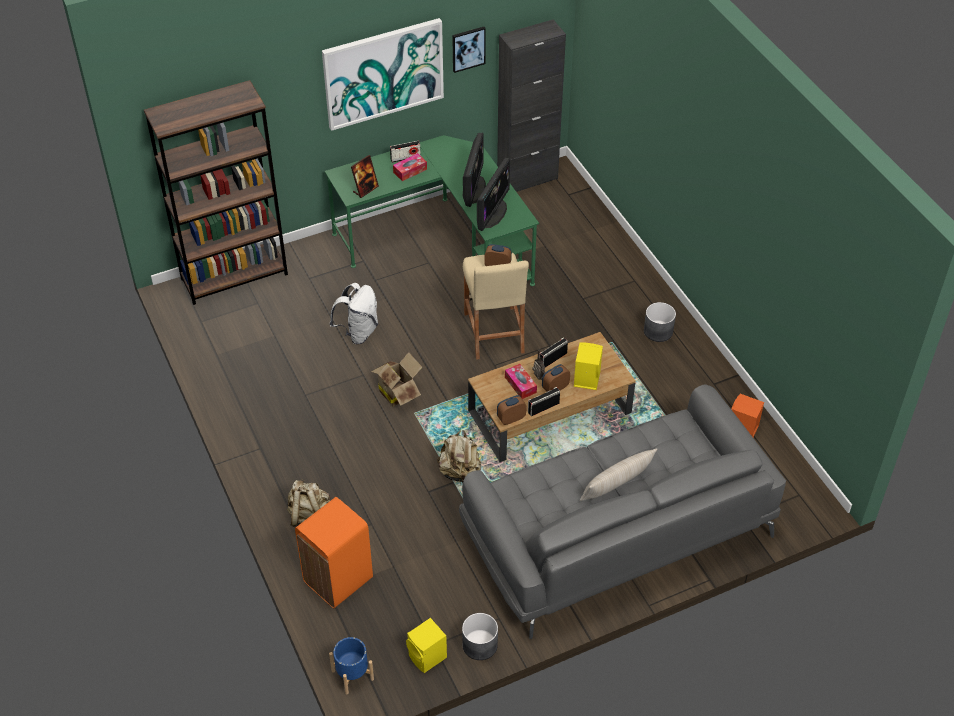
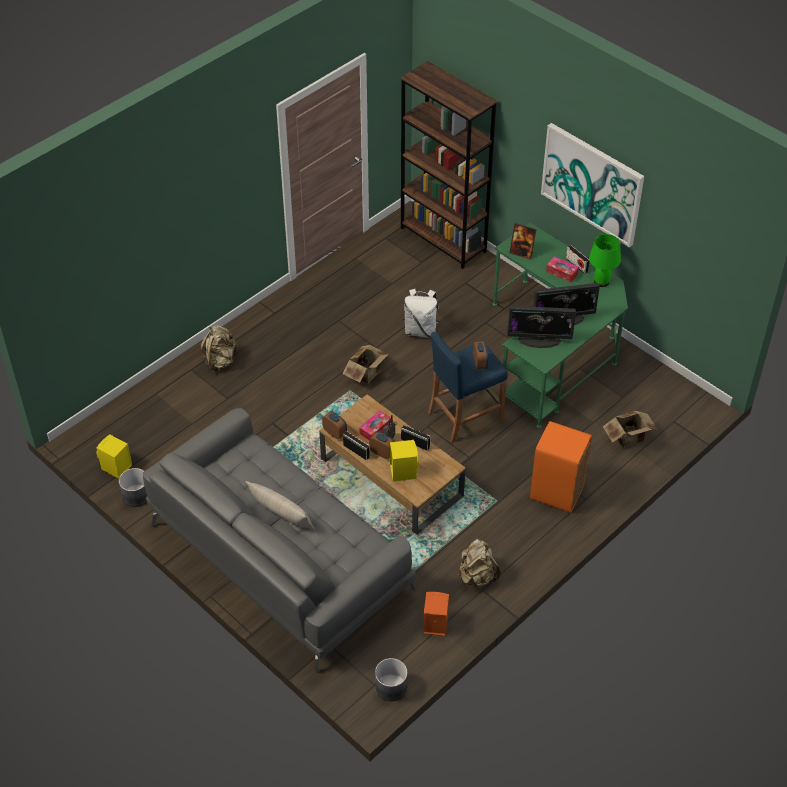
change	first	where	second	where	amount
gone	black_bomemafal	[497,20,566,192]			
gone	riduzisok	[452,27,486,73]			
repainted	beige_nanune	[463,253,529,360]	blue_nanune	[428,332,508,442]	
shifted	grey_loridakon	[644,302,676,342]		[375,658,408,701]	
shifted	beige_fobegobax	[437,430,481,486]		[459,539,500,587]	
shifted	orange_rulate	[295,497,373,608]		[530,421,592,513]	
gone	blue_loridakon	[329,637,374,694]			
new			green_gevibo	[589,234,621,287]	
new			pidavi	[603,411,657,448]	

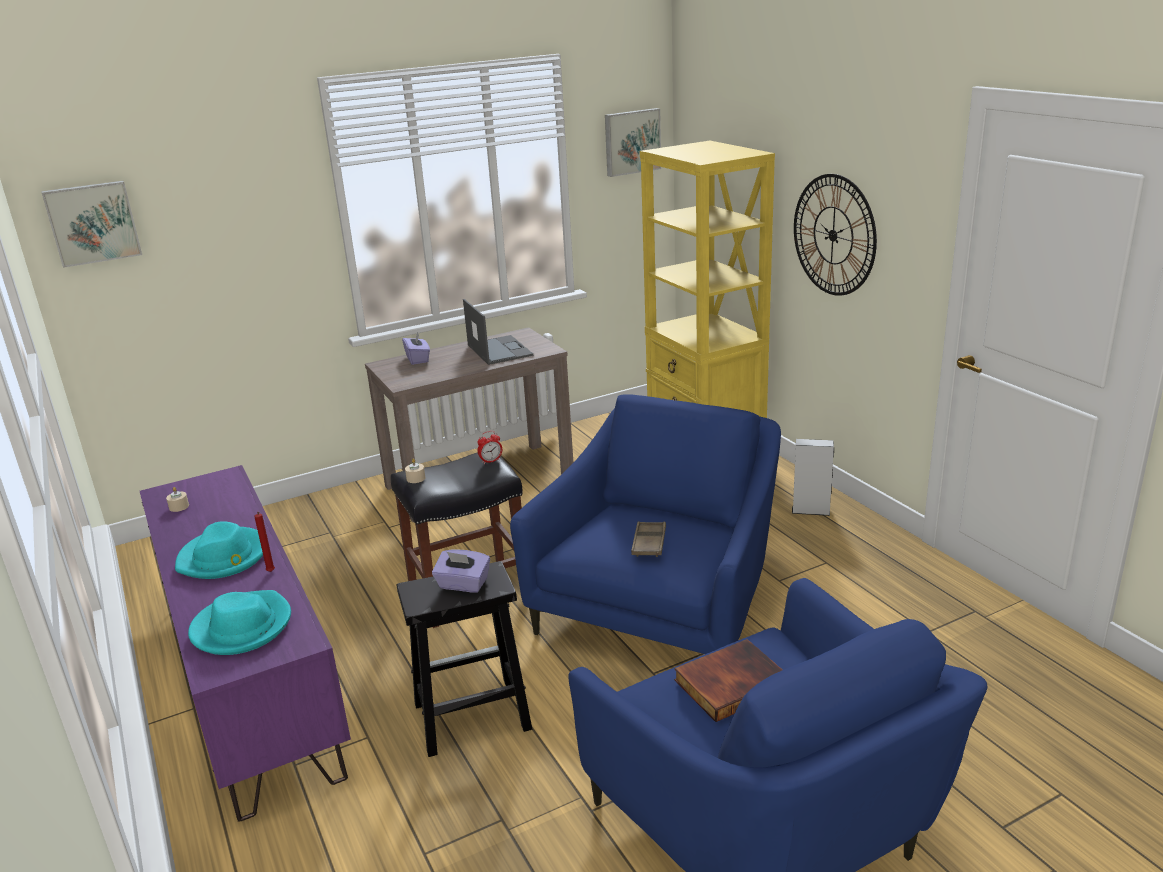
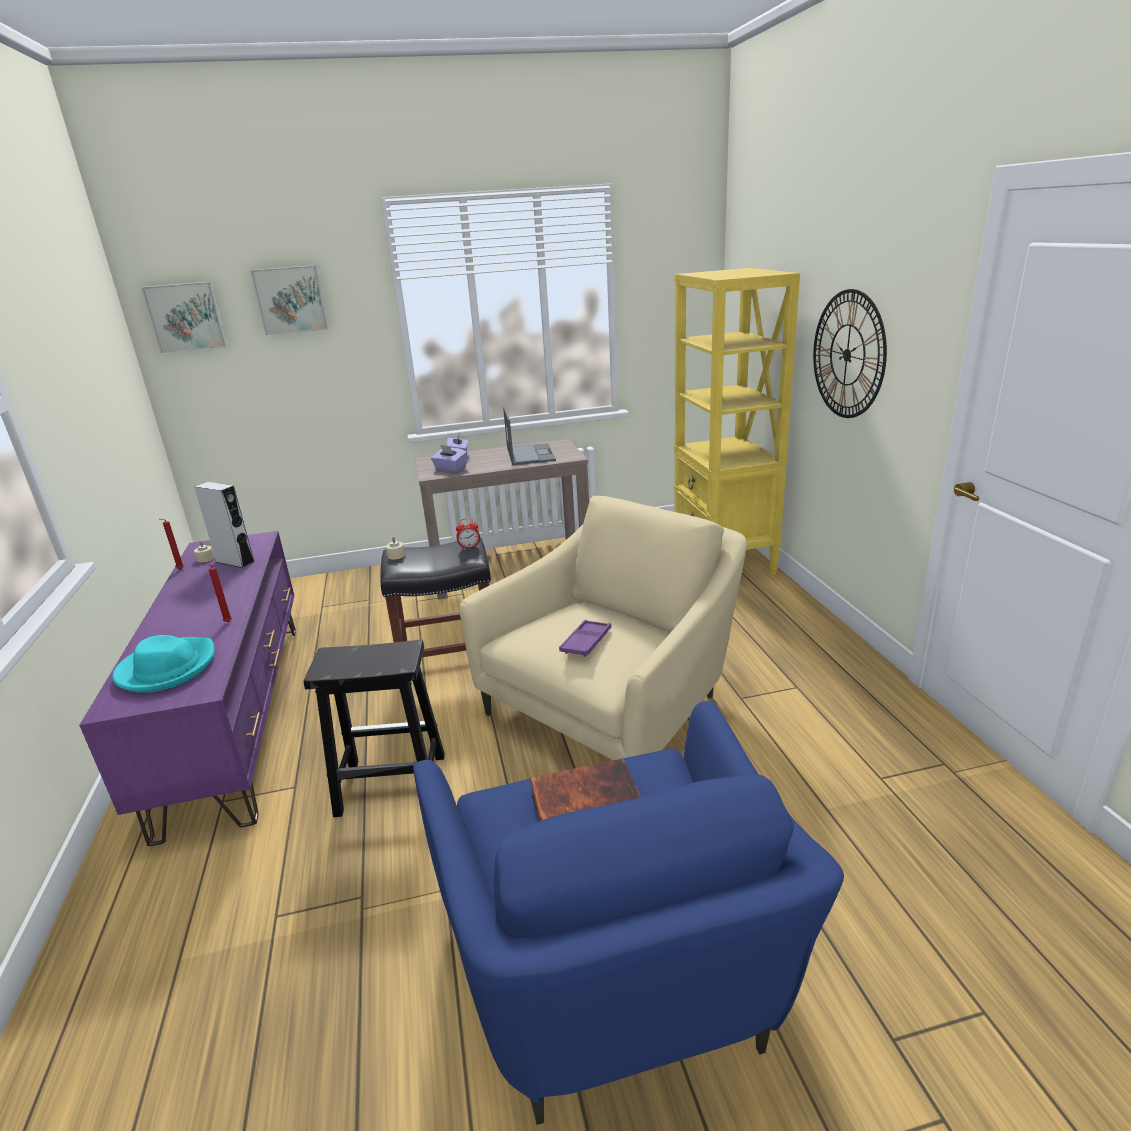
change	first	where	second	where	amount
shifted	riduzisok	[605,108,661,177]		[250,265,328,335]	
repainted	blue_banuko	[510,394,781,654]	beige_banuko	[459,496,747,760]	
shifted	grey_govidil	[792,439,834,516]		[194,482,254,568]	
gone	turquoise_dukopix	[175,521,263,579]			
repainted	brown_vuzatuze	[631,521,666,557]	purple_vuzatuze	[559,620,611,657]	
shifted	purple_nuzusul	[432,550,490,593]		[431,445,467,472]	
new			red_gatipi	[160,519,184,569]	

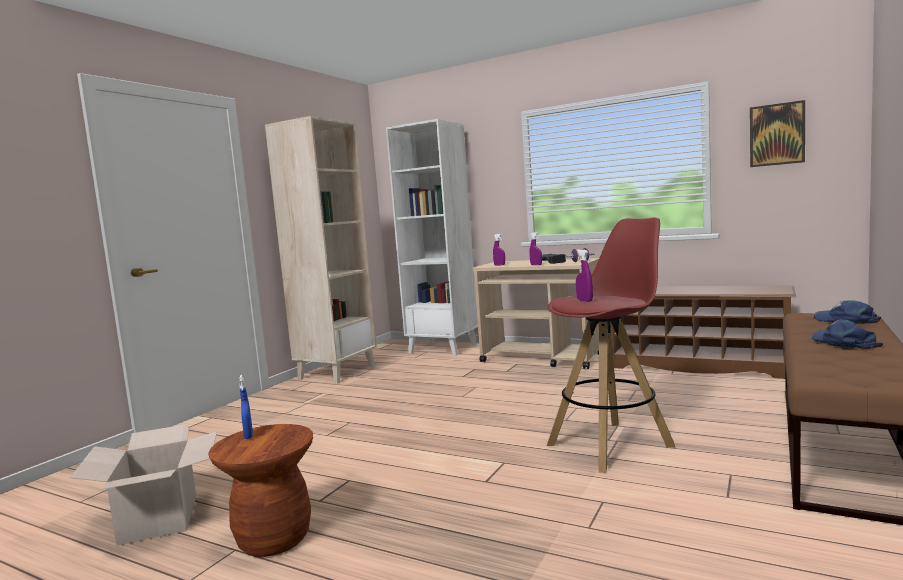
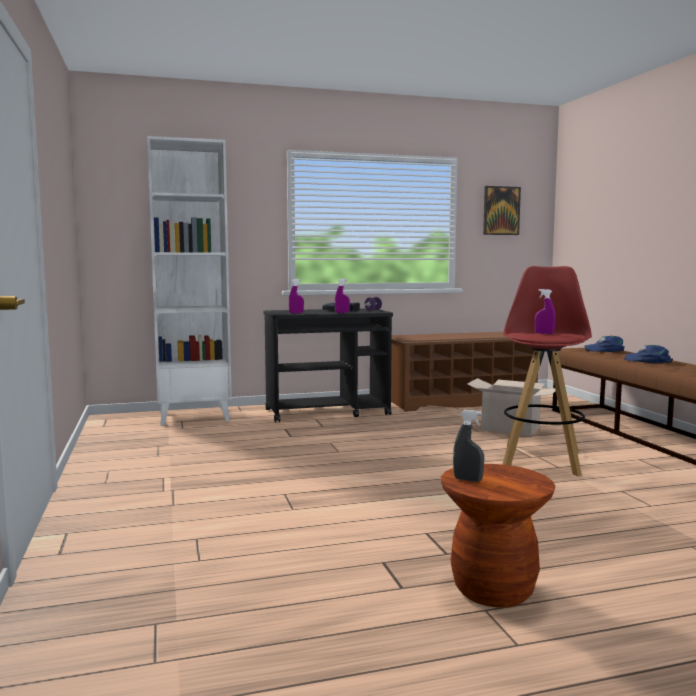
change	first	where	second	where	amount
gone	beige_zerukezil	[265,116,377,384]			
repainted	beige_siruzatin	[473,258,599,369]	black_siruzatin	[263,308,393,422]	
repainted	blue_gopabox	[239,375,253,439]	grey_gopabox	[453,410,484,482]	
shifted	pidavi	[70,424,217,546]		[467,378,556,436]	

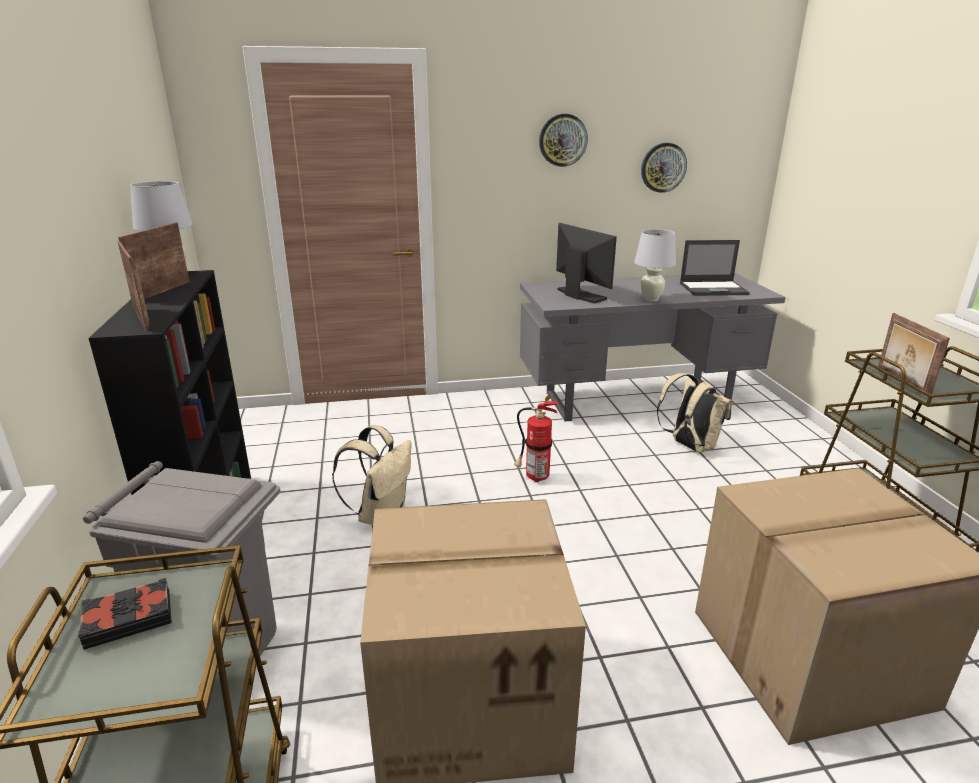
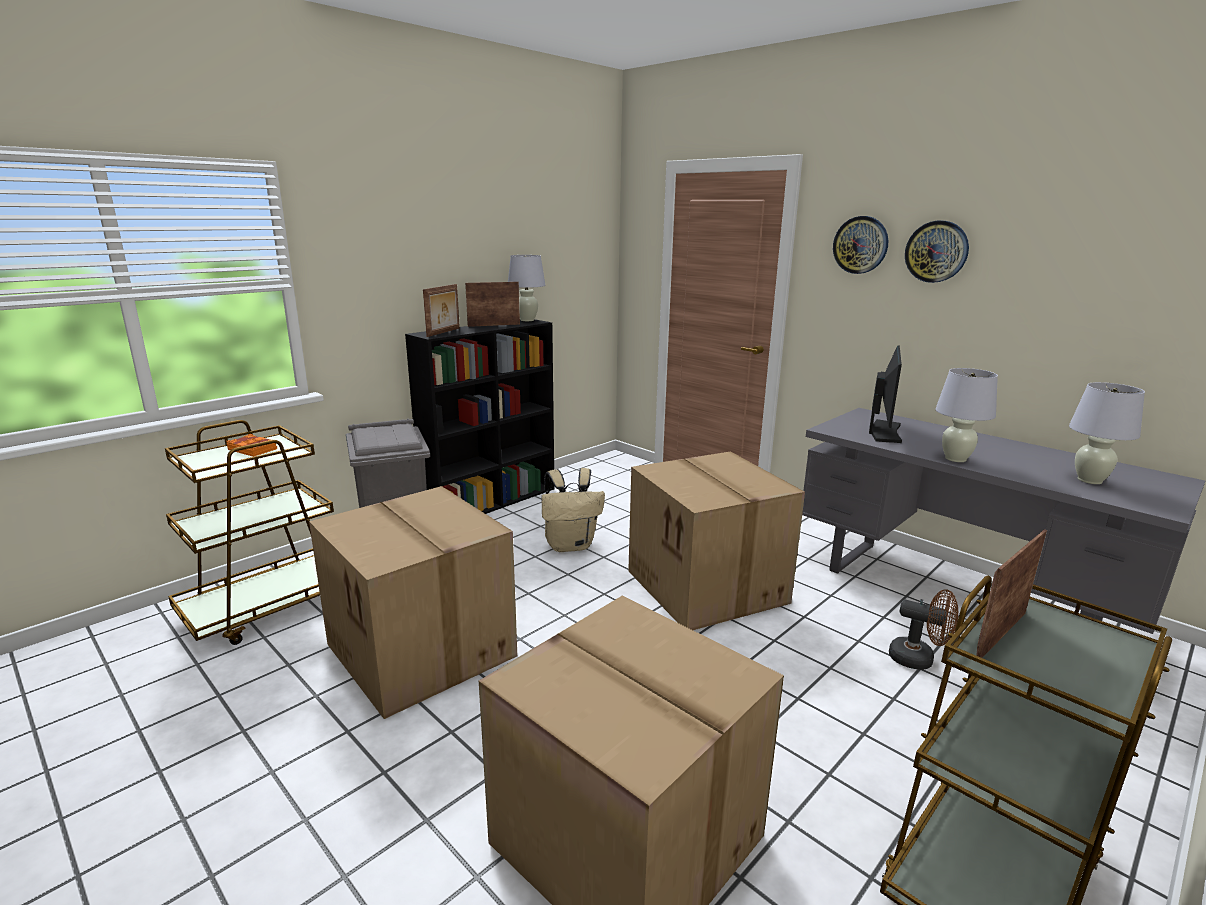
change	first	where	second	where	amount
shifted	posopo	[641,143,687,193]		[833,216,888,274]	
swapped	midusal	[680,240,750,296]	white_gevibo	[1069,382,1145,484]	
swapped	beige_fobegobax	[657,373,732,453]	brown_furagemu	[889,589,958,670]	
swapped	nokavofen	[514,395,559,482]	pidavi	[628,451,805,630]	
repainted	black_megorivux	[78,578,172,650]	orange_megorivux	[226,434,277,457]	

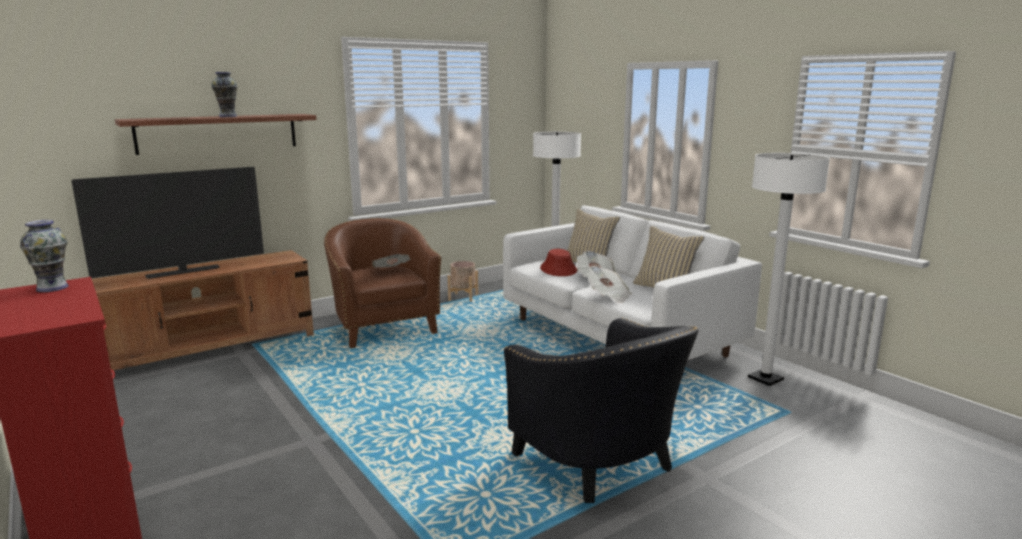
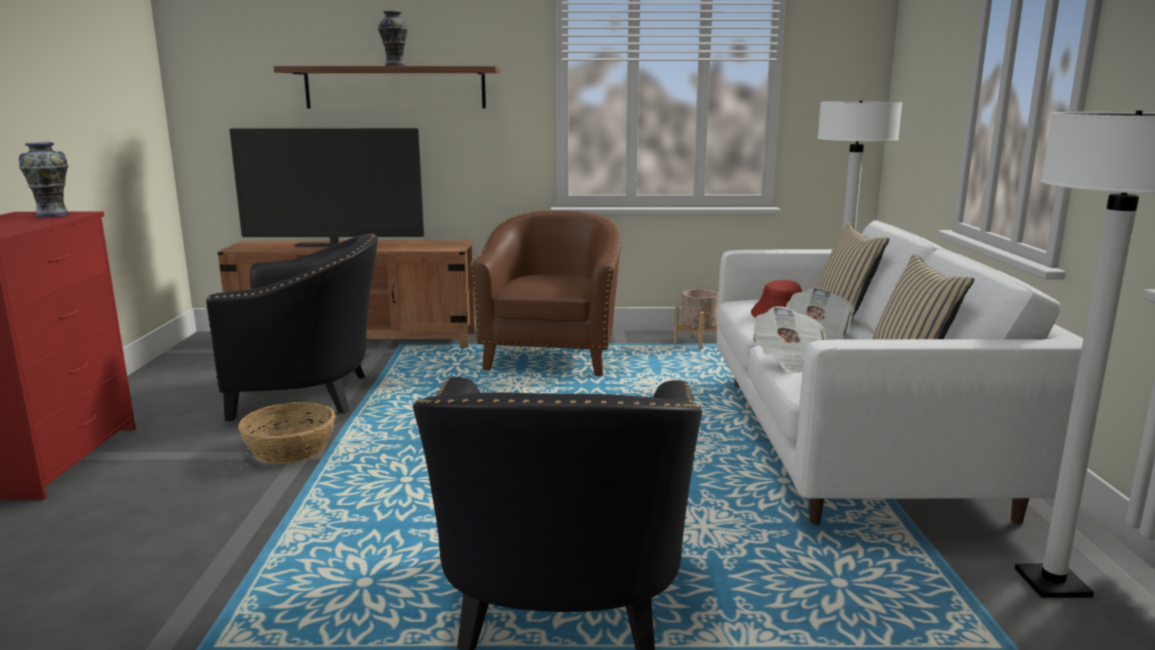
change	first	where	second	where	amount
gone	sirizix	[372,254,411,268]			
new			black_banuko	[206,234,378,421]	
new			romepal	[238,402,335,464]	

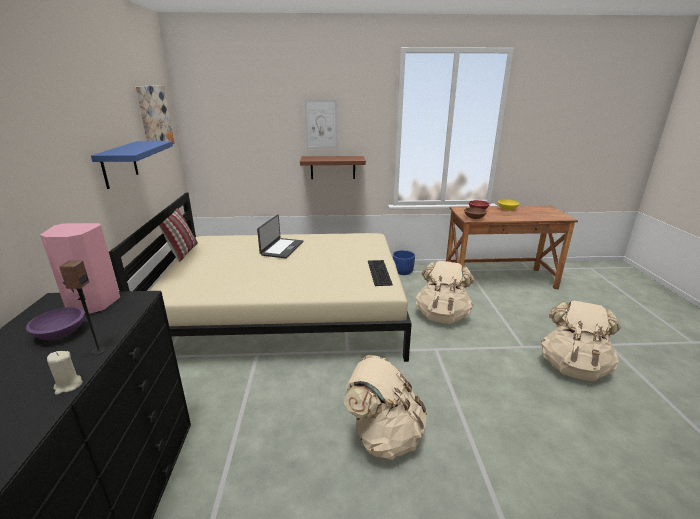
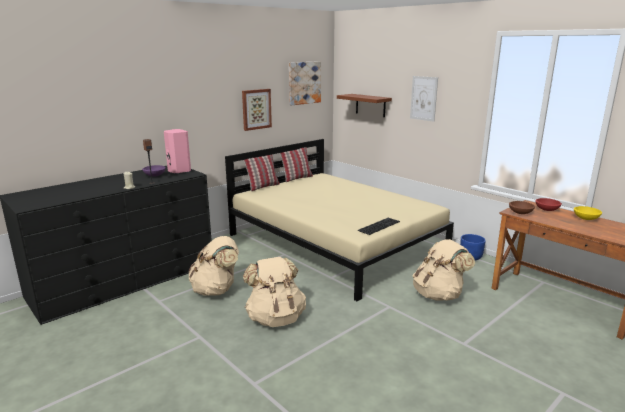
change	first	where	second	where	amount
swapped	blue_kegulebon	[91,141,173,189]	riduzisok	[242,89,272,131]	
shifted	brown_kegulebon	[300,156,366,179]		[337,94,392,117]	
gone	midusal	[257,214,303,258]			
shifted	beige_fobegobax	[541,301,621,381]		[188,236,239,296]	
new			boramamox	[244,155,280,191]	

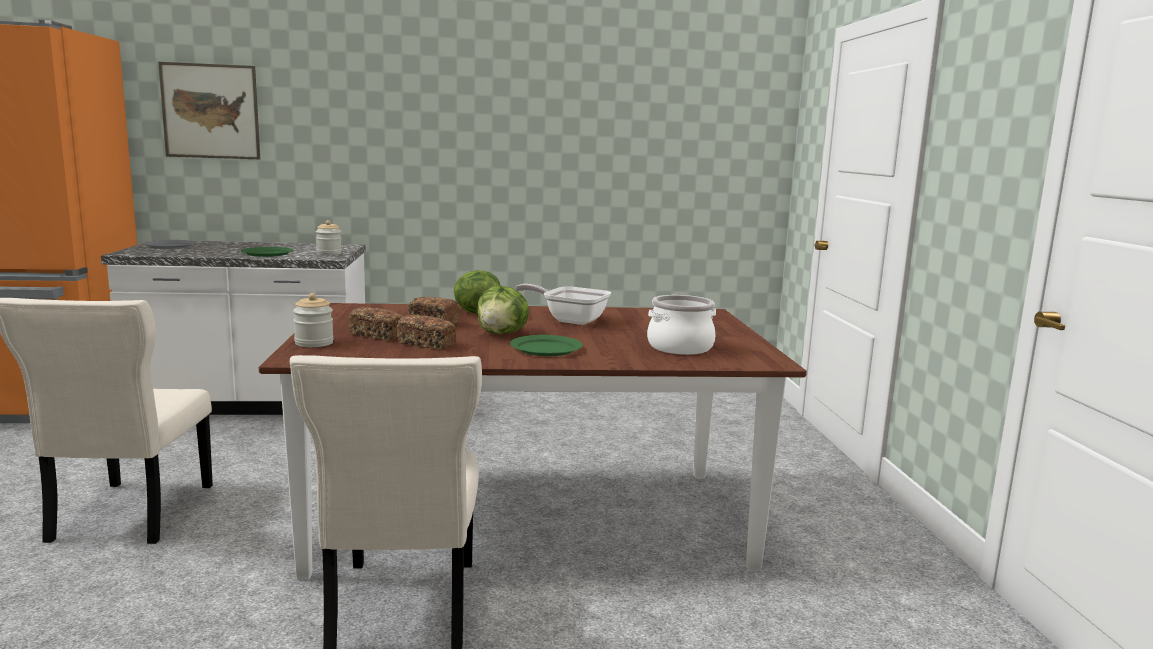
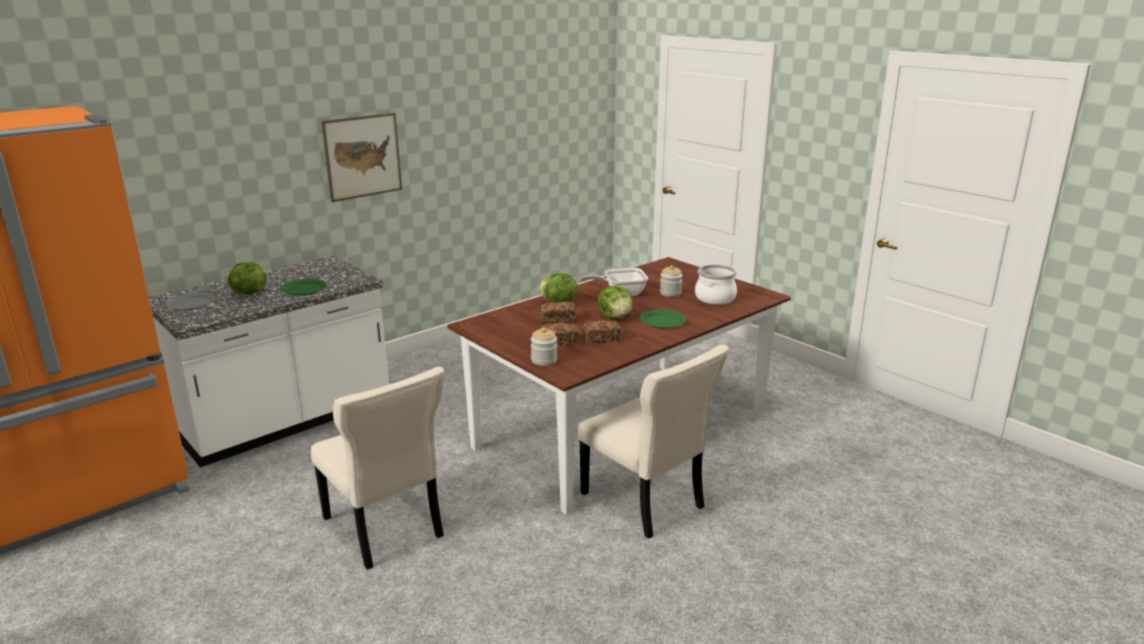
change	first	where	second	where	amount
shifted	riduzisok	[158,62,260,159]		[321,113,402,202]	
shifted	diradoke	[316,220,342,255]		[660,265,682,297]	
new			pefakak	[224,262,266,295]	

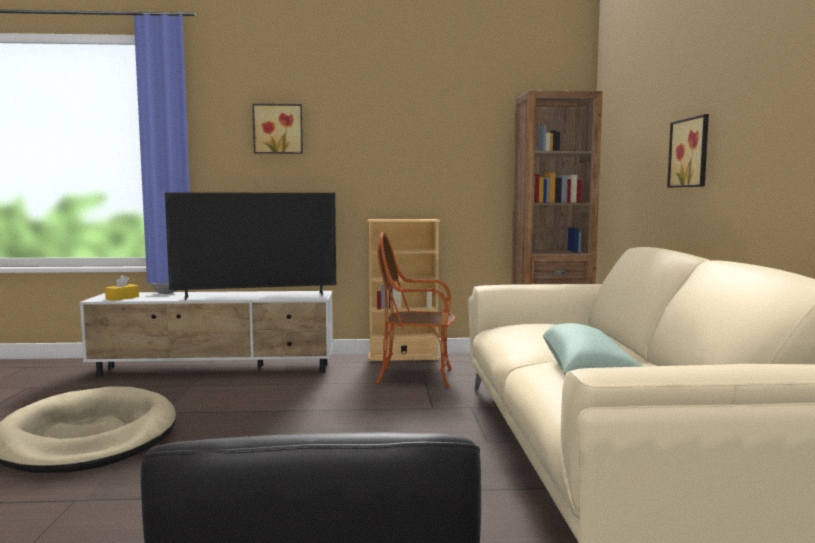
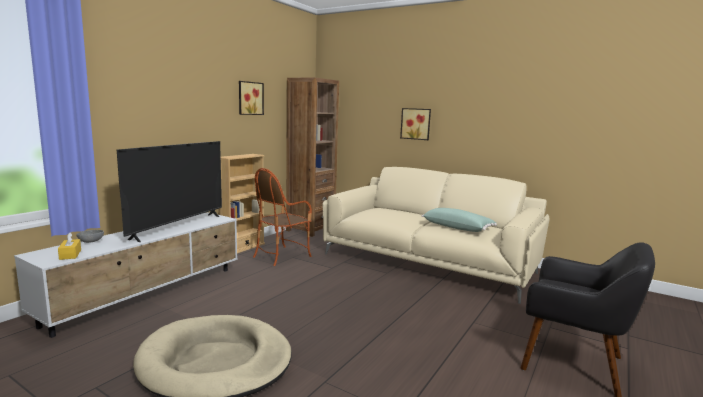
change	first	where	second	where	amount
shifted	riduzisok	[252,104,303,154]		[239,81,264,115]	

